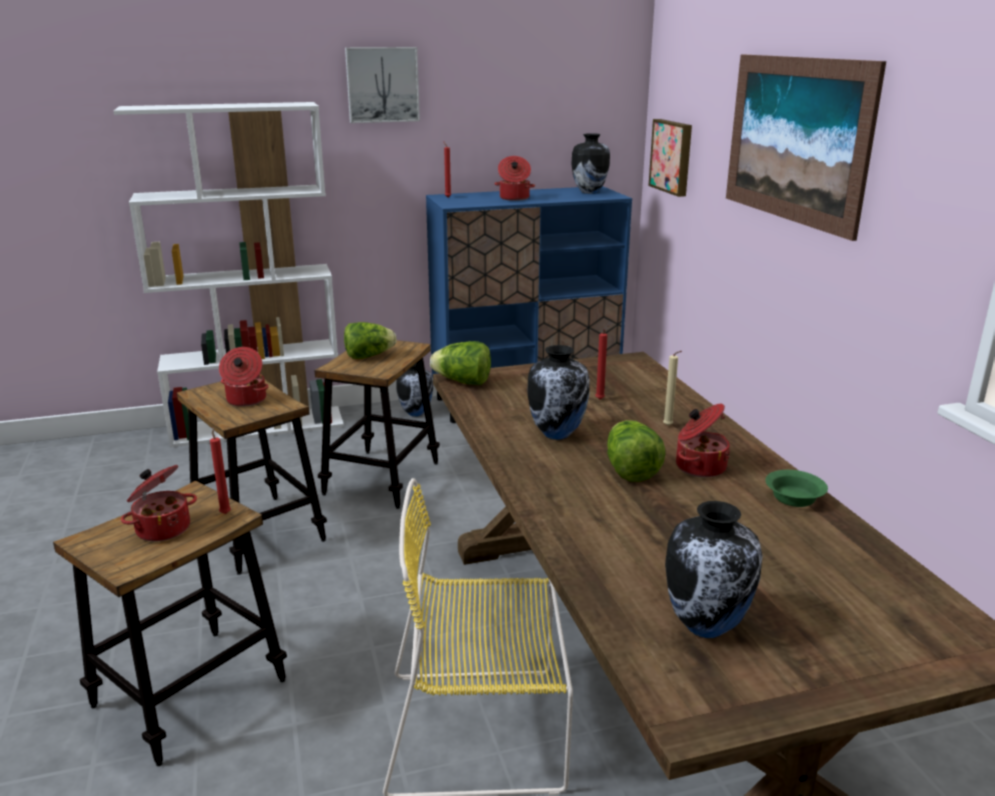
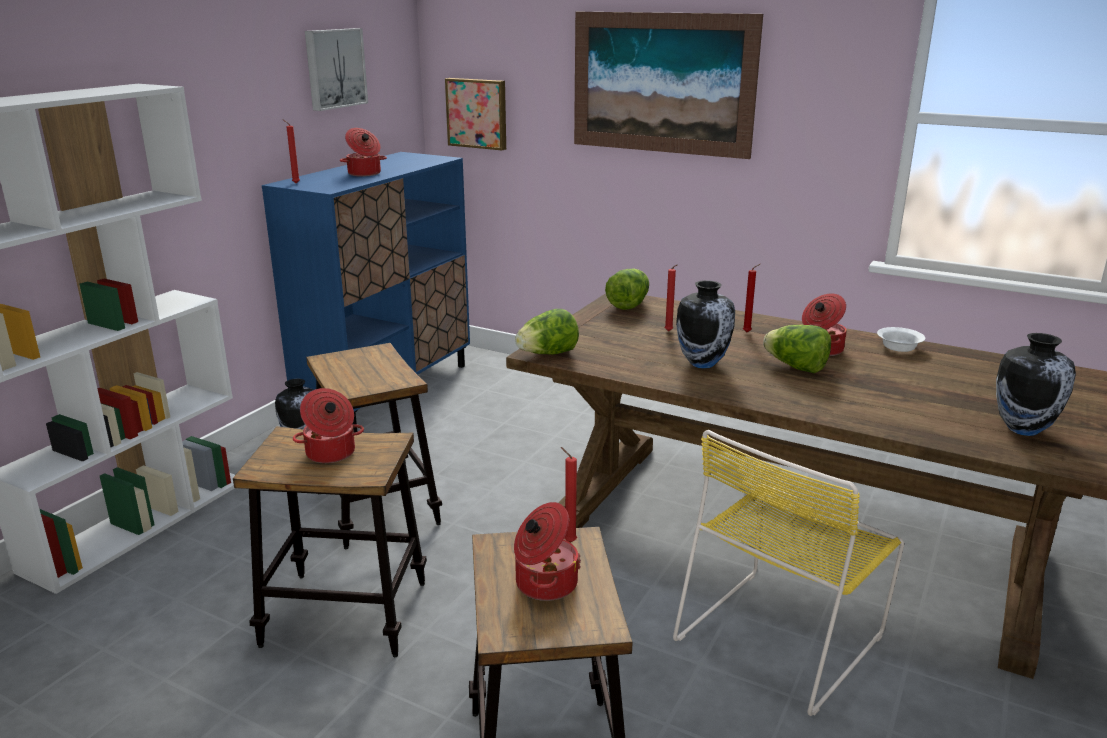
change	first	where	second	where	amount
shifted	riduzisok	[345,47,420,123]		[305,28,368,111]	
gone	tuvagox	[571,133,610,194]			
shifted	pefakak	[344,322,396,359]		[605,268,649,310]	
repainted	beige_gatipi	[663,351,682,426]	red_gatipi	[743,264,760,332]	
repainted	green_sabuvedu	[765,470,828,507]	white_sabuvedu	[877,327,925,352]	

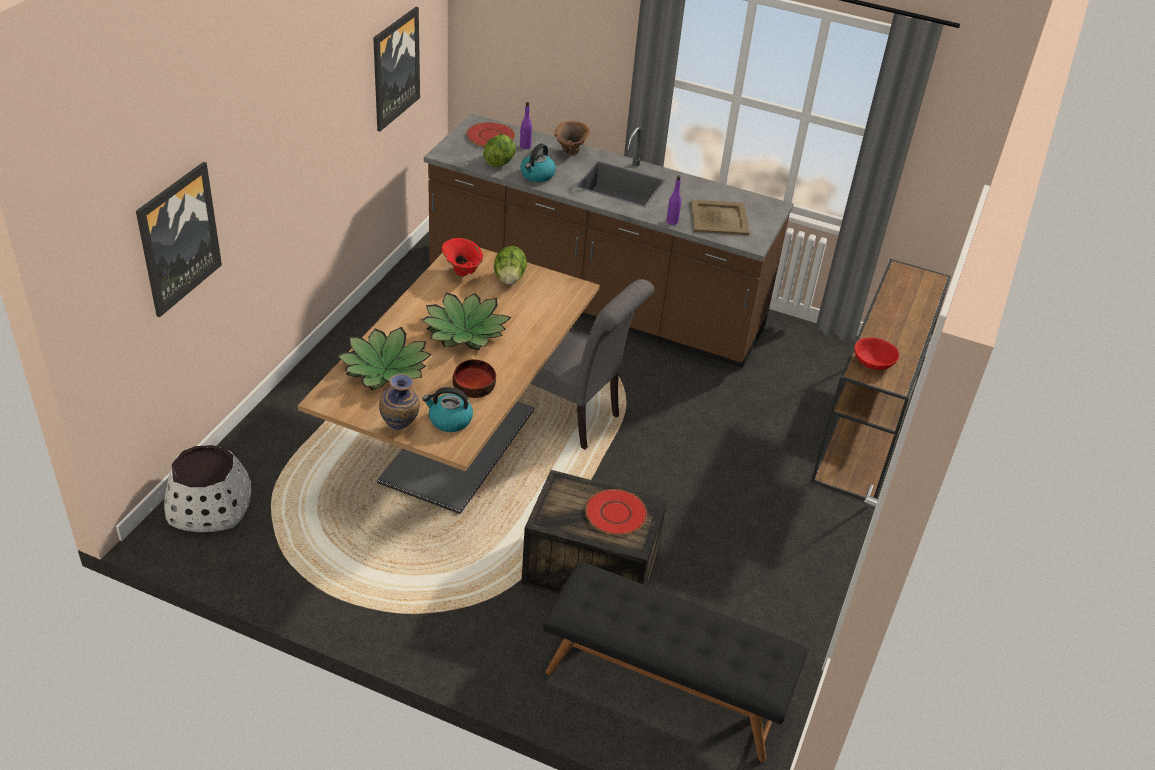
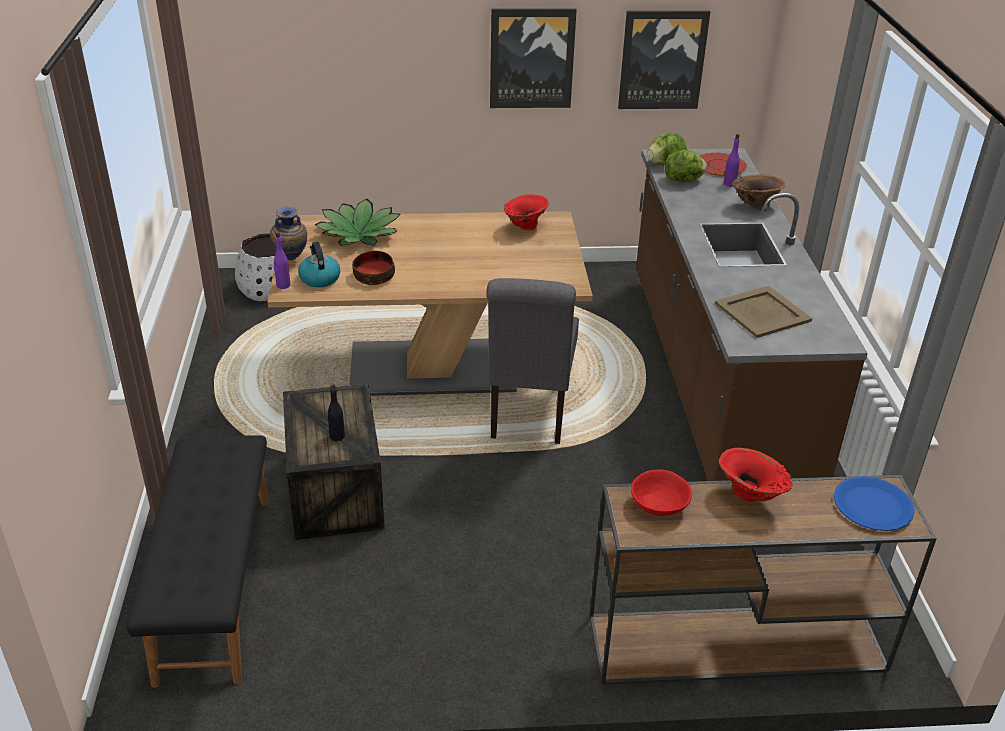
change	first	where	second	where	amount
gone	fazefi	[520,144,556,182]			
shifted	riduzisok	[136,162,222,317]		[490,9,577,108]	
shifted	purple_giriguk	[666,176,681,225]		[274,232,291,289]	
shifted	pefakak	[494,246,527,285]		[647,133,687,165]	
gone	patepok	[422,292,511,350]			
swapped	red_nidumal	[585,489,647,535]	black_giriguk	[327,383,345,441]	
new			red_tuvagox	[719,448,793,502]	
new			blue_nidumal	[834,476,915,531]	

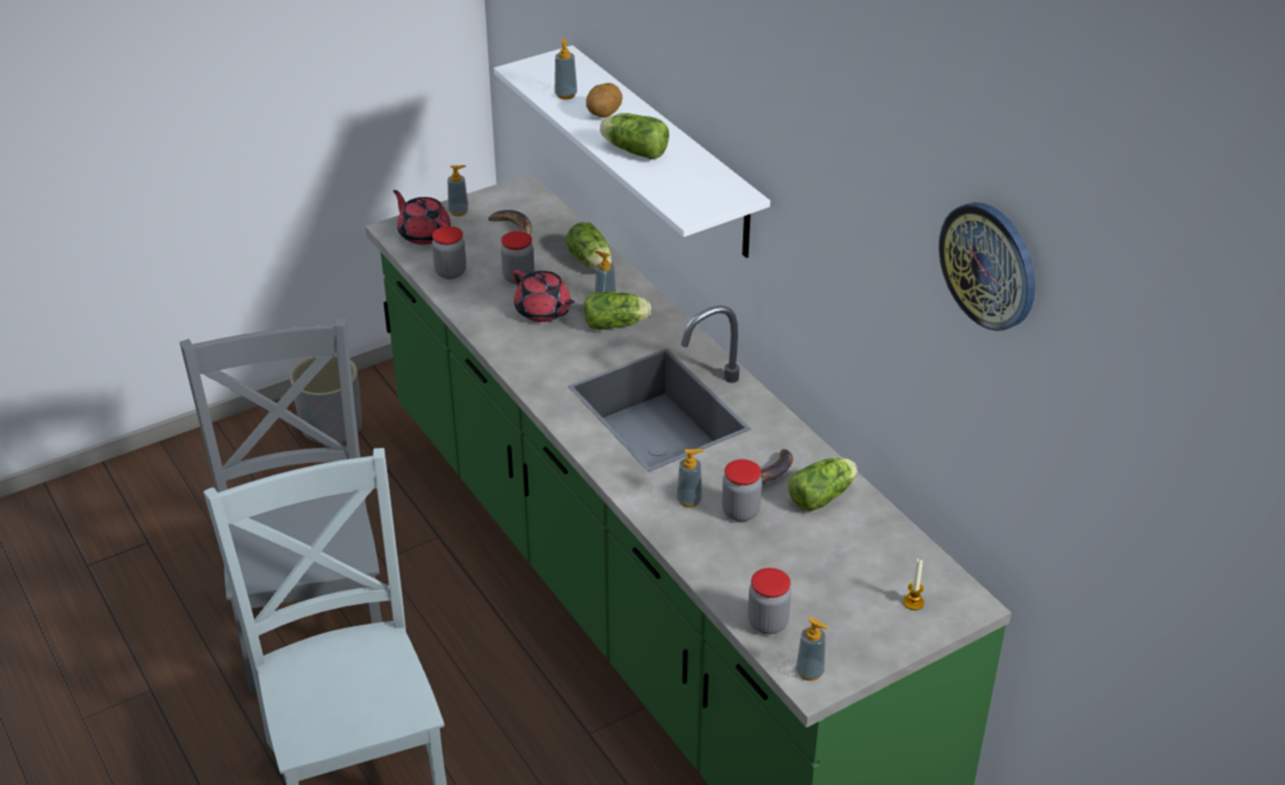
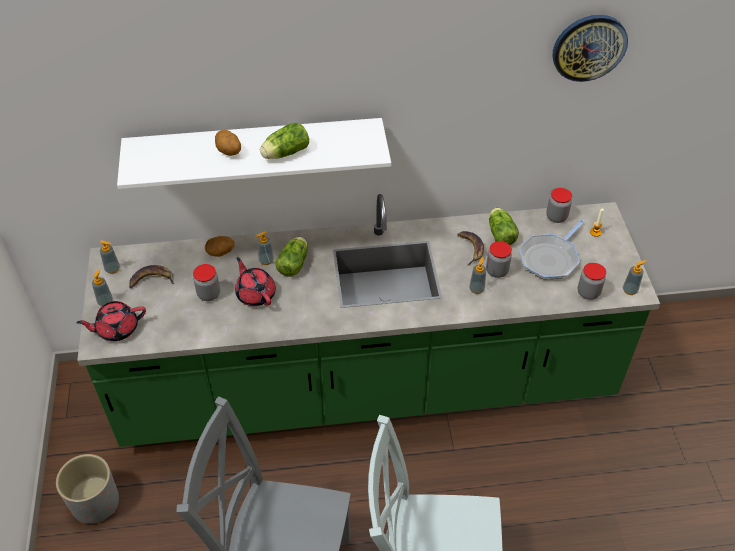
change	first	where	second	where	amount
shifted	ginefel	[555,39,577,100]		[100,240,120,274]	
swapped	pefakak	[566,222,612,270]	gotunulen	[205,236,235,257]	
shifted	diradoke	[432,226,466,279]		[546,188,572,223]	
rotated	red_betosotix	[513,270,575,322]		[235,257,276,306]	105 degrees counterclockwise
new			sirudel	[519,220,584,279]	

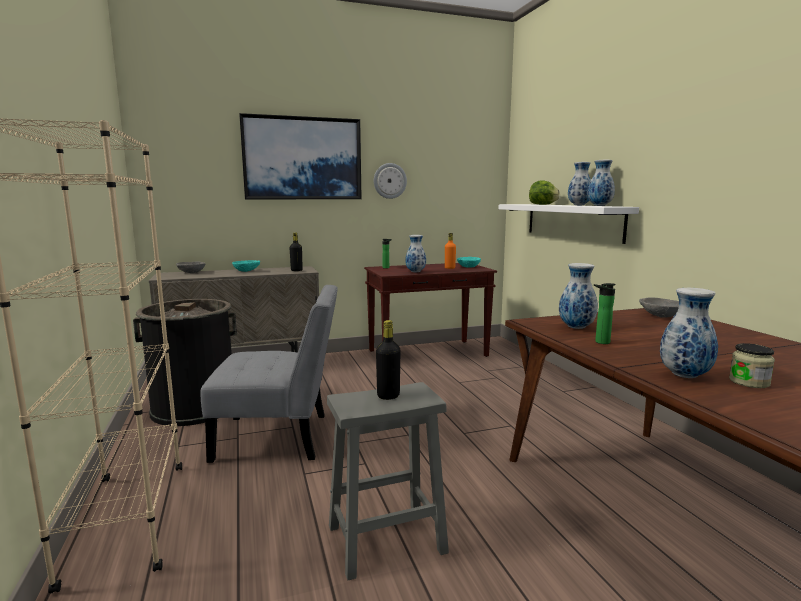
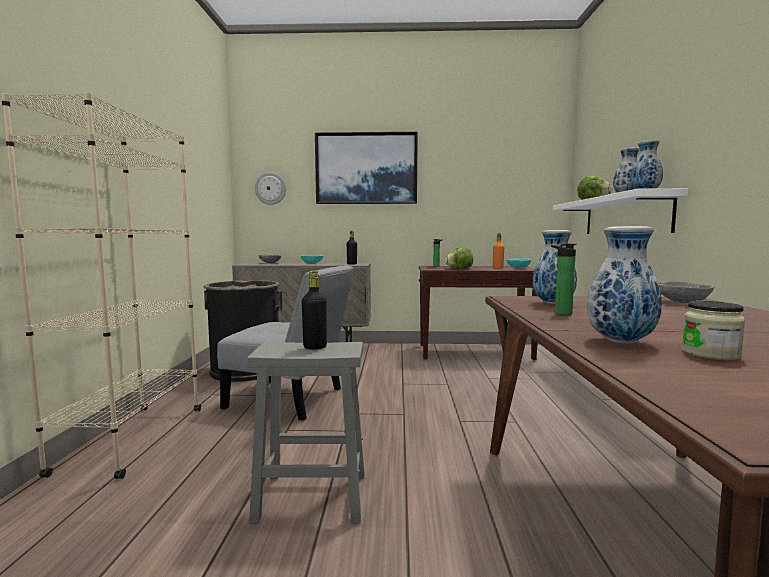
change	first	where	second	where	amount
shifted	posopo	[374,163,407,199]		[255,172,286,205]	
swapped	tuvagox	[405,235,426,272]	pefakak	[445,247,473,269]	

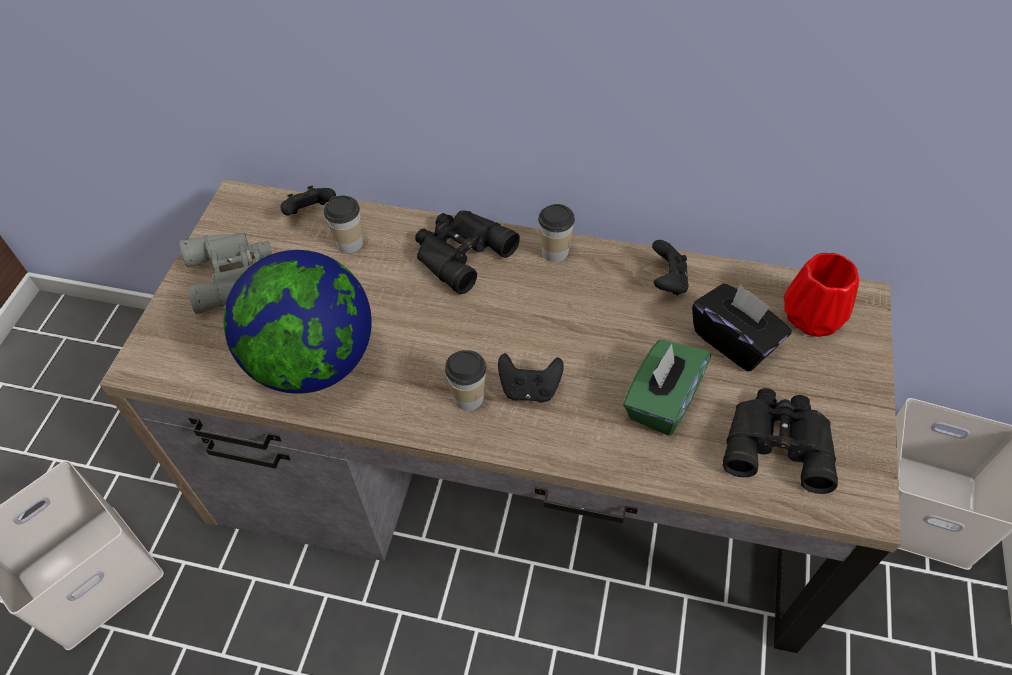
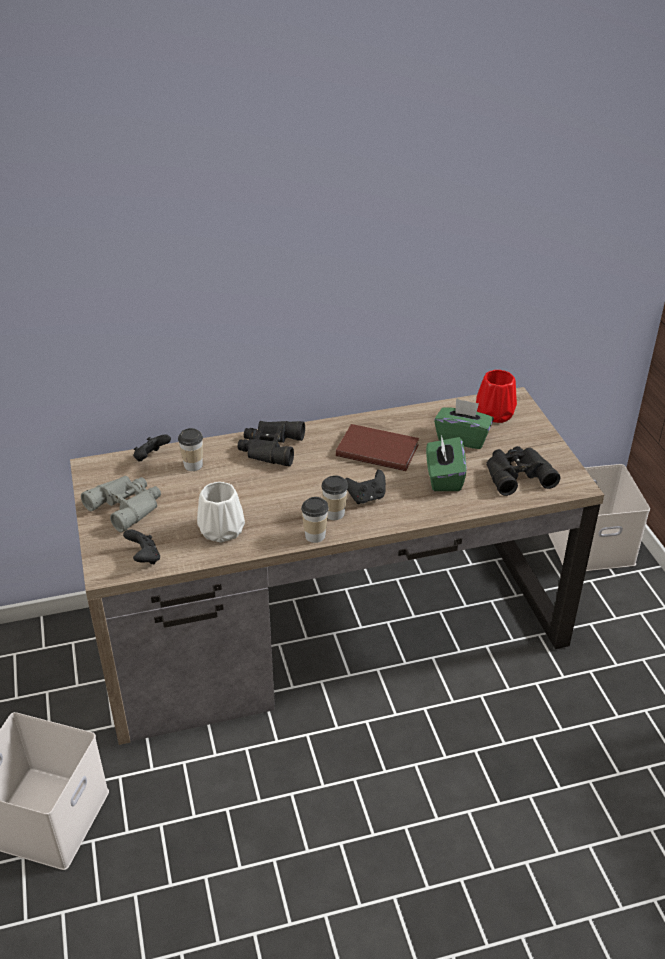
change	first	where	second	where	amount
shifted	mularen	[538,204,575,262]		[301,497,329,543]	
shifted	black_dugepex	[652,240,688,295]		[123,529,160,564]	
swapped	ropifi	[224,250,372,394]	white_tuvagox	[197,482,245,543]	
repainted	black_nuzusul	[692,283,792,371]	green_nuzusul	[434,398,494,449]	
new			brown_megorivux	[336,424,419,471]	

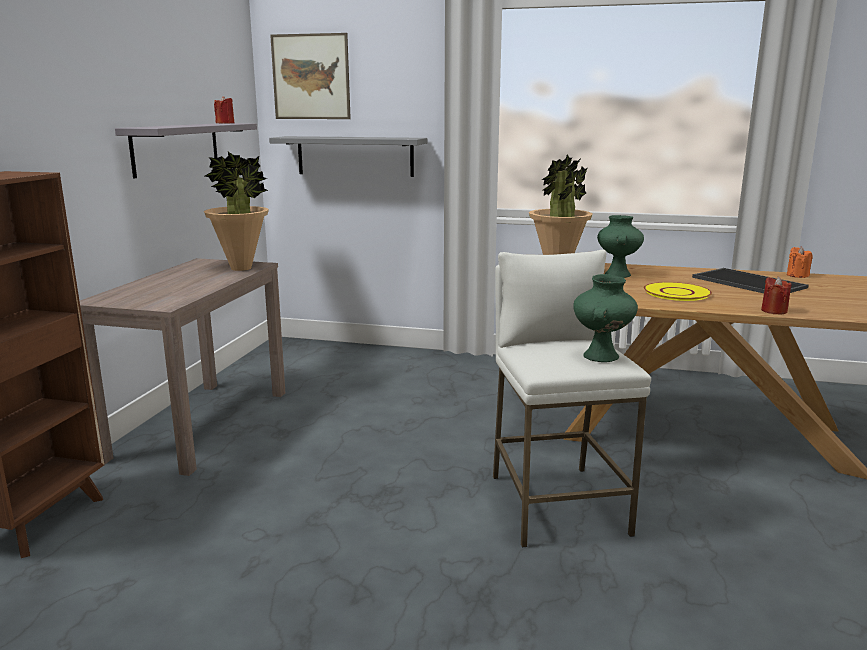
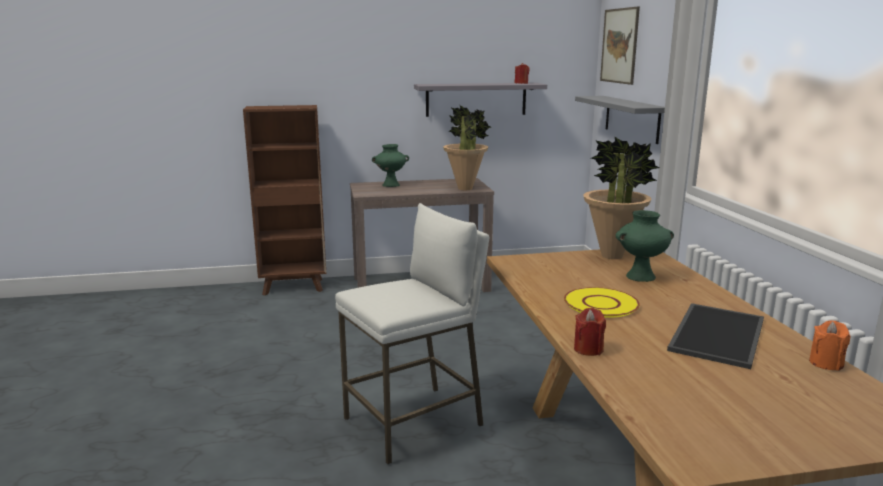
change	first	where	second	where	amount
shifted	green_tuvagox	[573,274,638,362]		[372,144,409,187]	

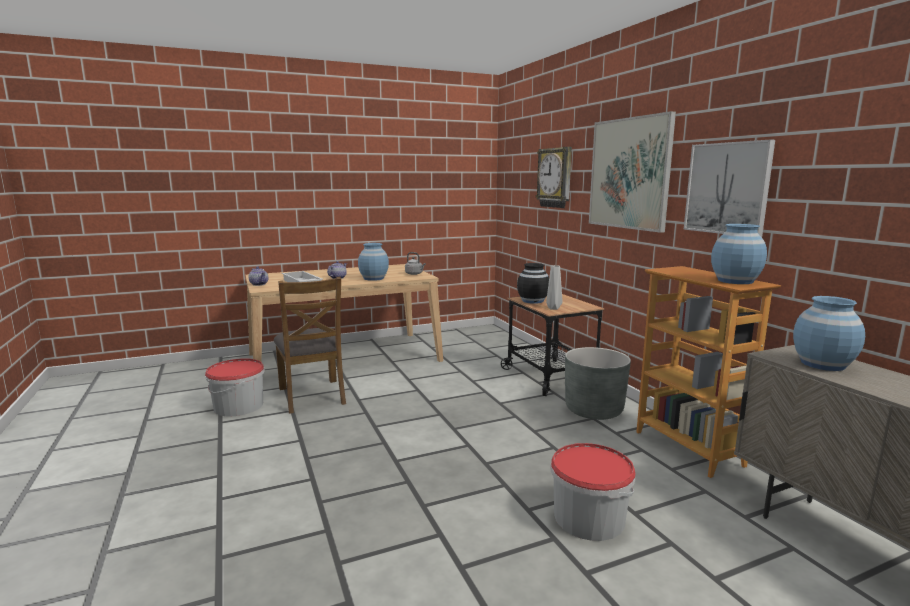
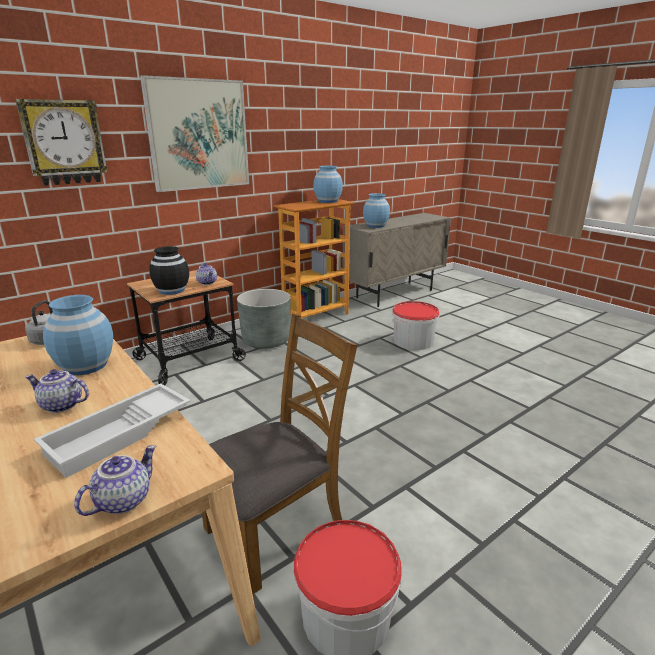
change	first	where	second	where	amount
gone	riduzisok	[684,139,775,237]			
swapped	grey_tuvagox	[546,265,562,310]	betosotix	[196,263,217,285]	

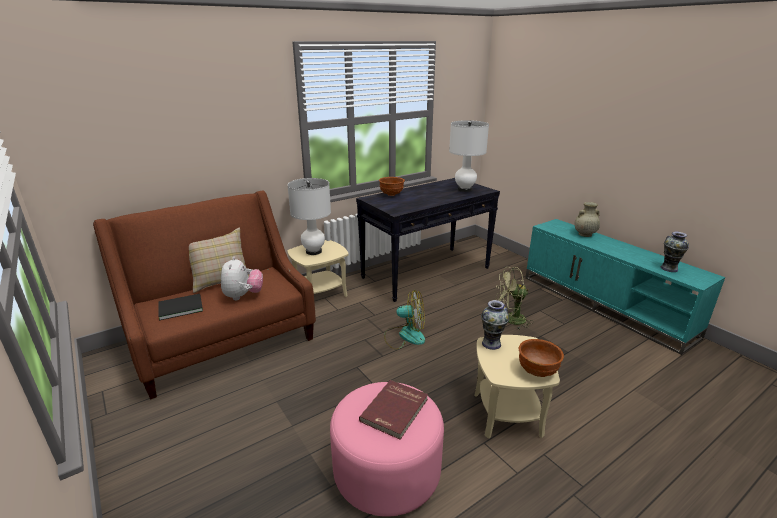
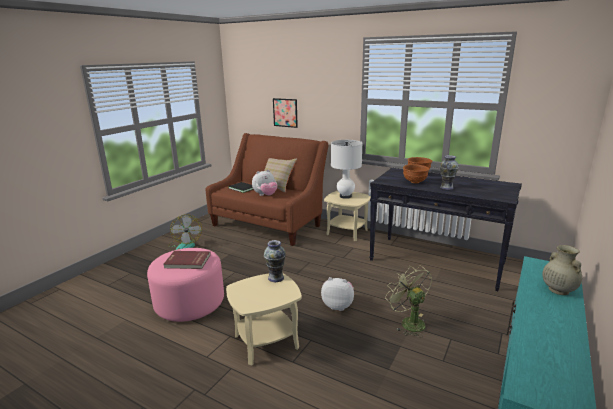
change	first	where	second	where	amount
gone	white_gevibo	[449,120,489,192]			
shifted	tuvagox	[660,232,689,272]		[440,155,459,190]	
shifted	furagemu	[384,290,425,350]		[168,214,202,250]	
shifted	brown_sabuvedu	[519,339,564,377]		[403,164,430,183]	
new			riduzisok	[273,98,298,128]	
new			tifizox	[321,277,354,311]	

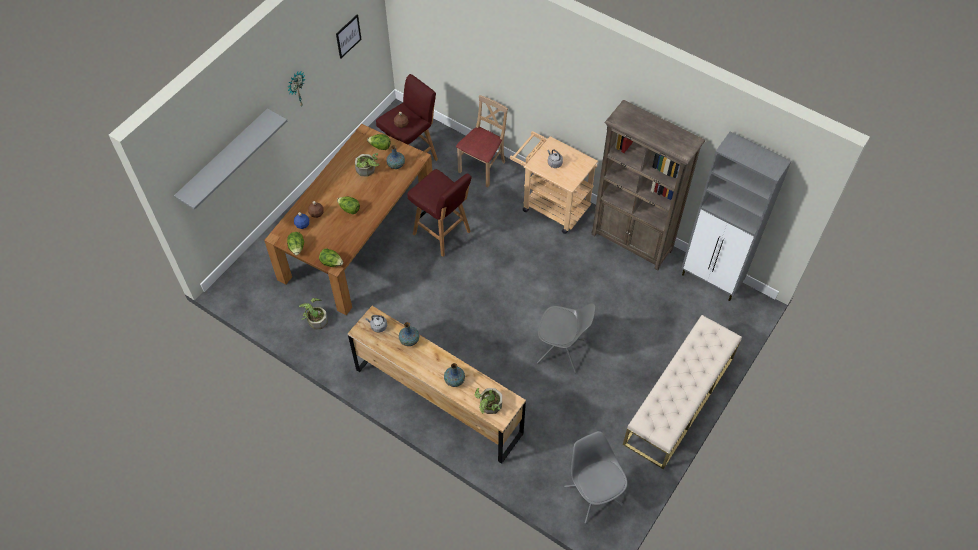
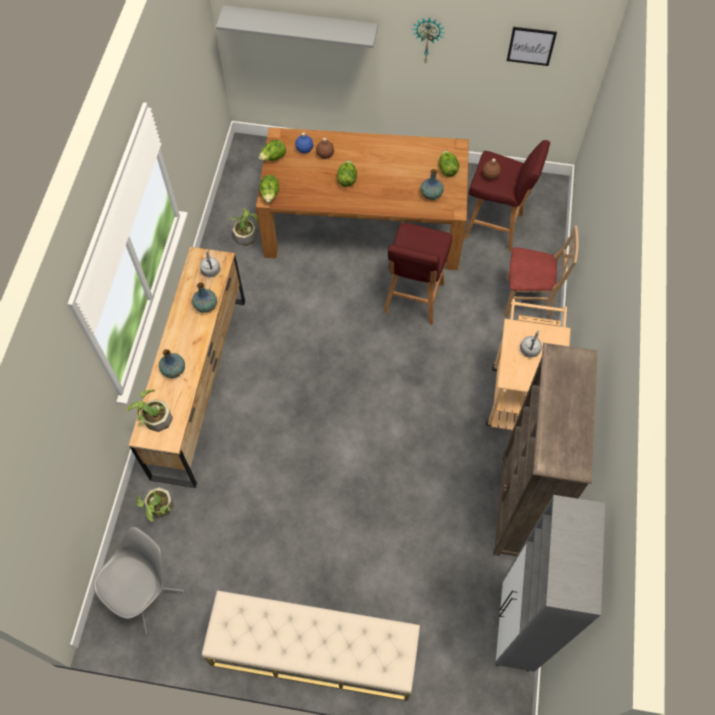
change	first	where	second	where	amount
shifted	patepok	[355,153,380,177]		[137,487,174,522]	
gone	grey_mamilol	[537,303,596,373]			

